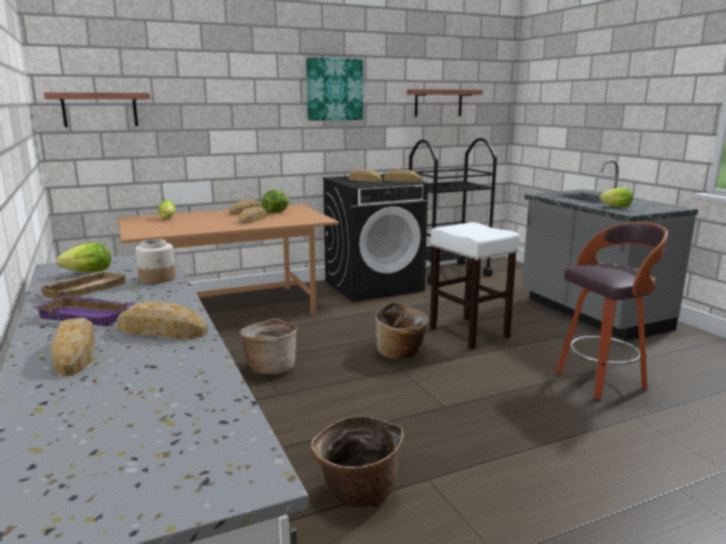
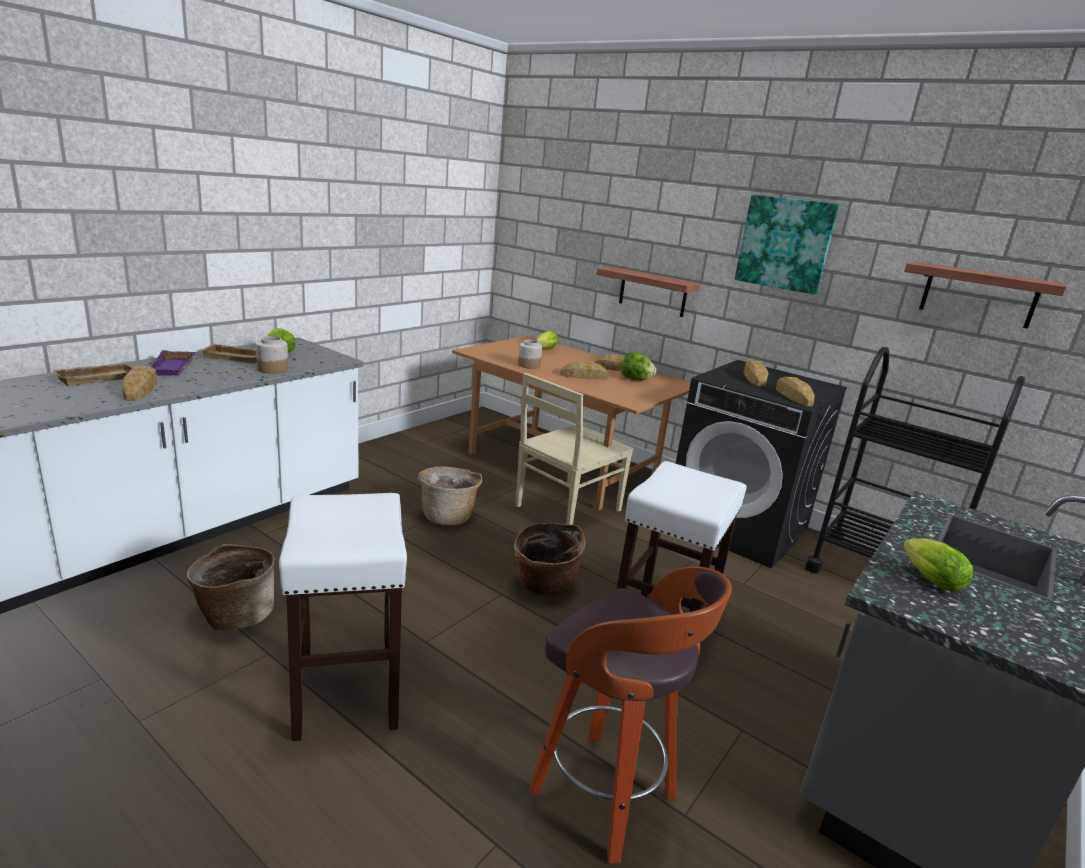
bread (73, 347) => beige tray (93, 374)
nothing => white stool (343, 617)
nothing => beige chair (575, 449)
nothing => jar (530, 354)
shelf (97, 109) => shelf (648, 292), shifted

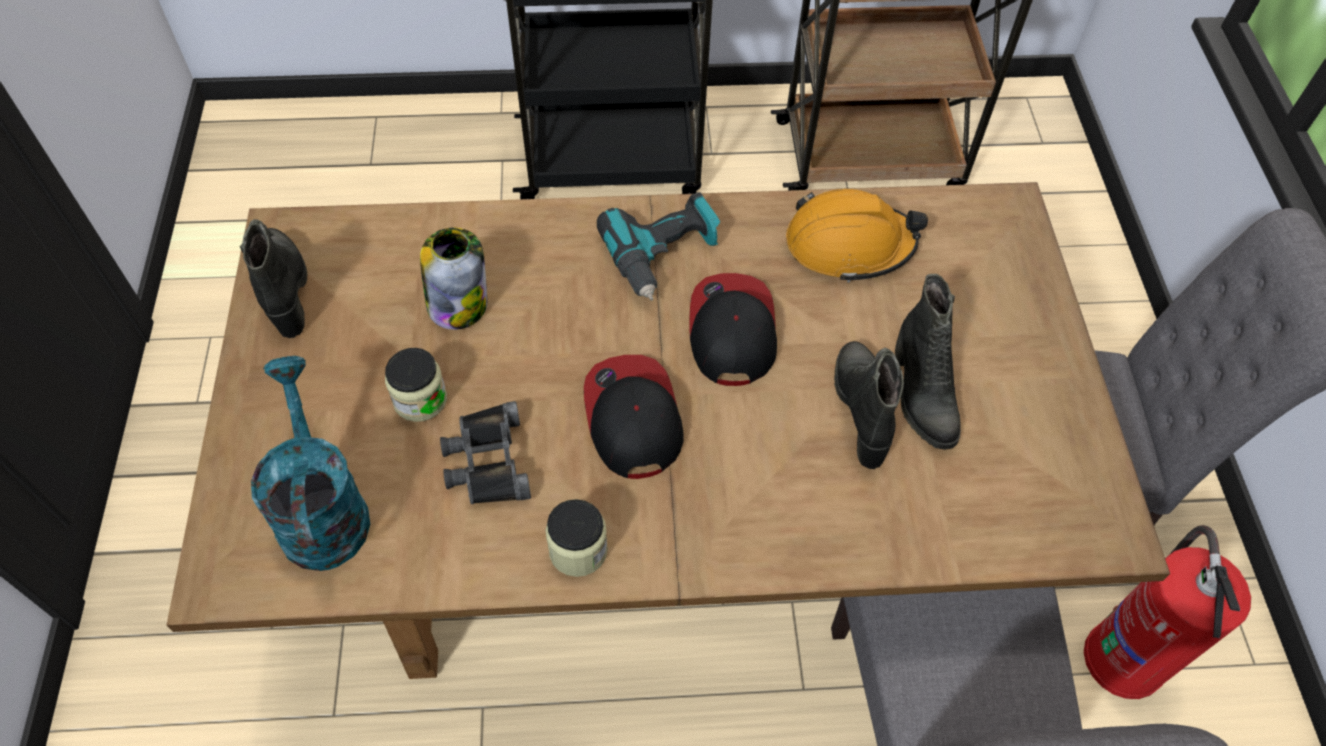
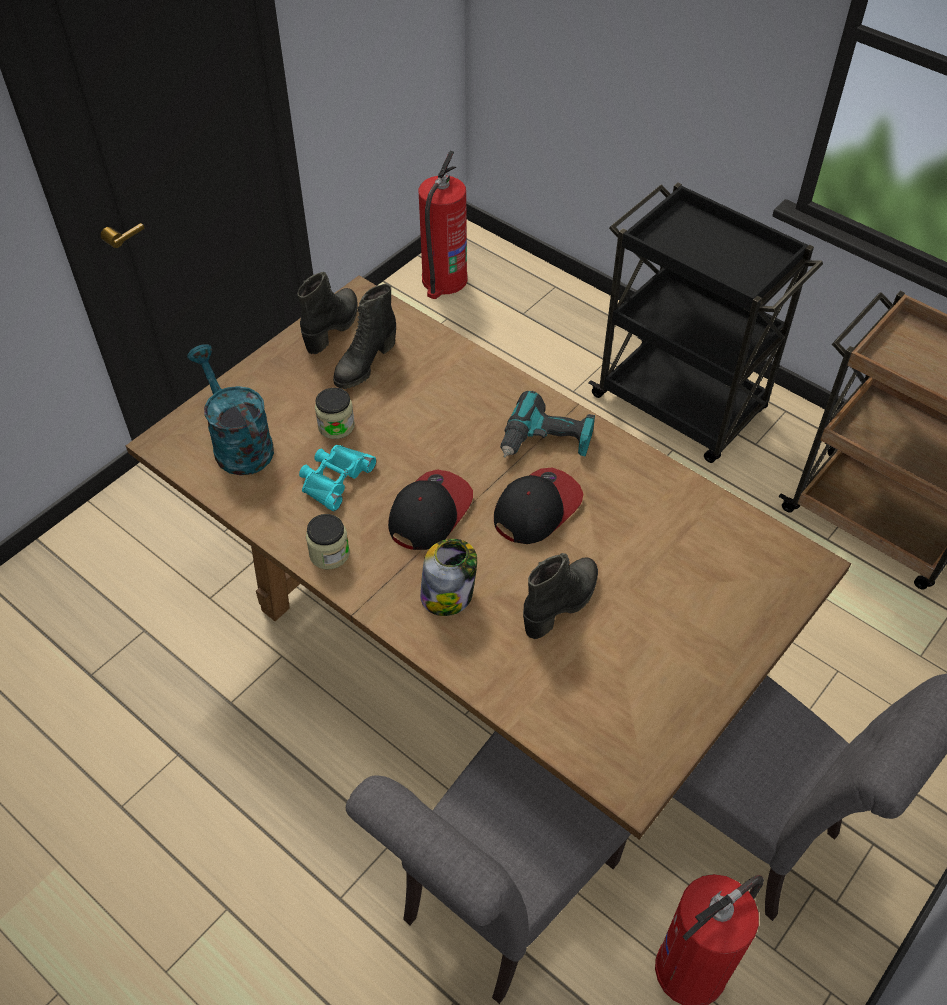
turquoise watering can (310, 463) => turquoise watering can (230, 410), 60 degrees counterclockwise
black binoculars (485, 452) => turquoise binoculars (337, 478)
black boot (928, 362) => black boot (364, 336), shifted
nothing => fire extinguisher (443, 225)
jar (453, 279) => jar (448, 577), shifted
orange hard hat (857, 235) => nothing

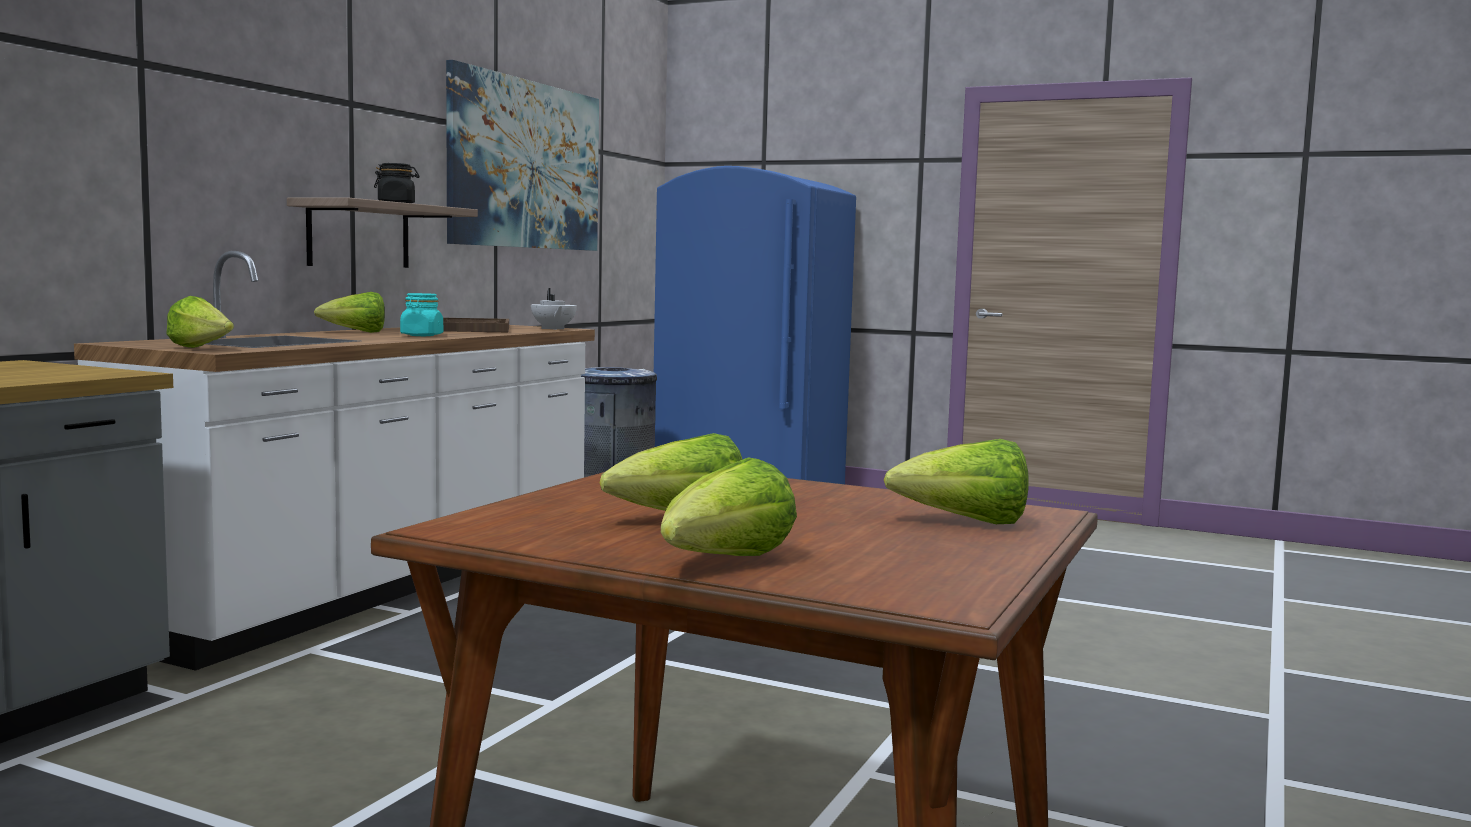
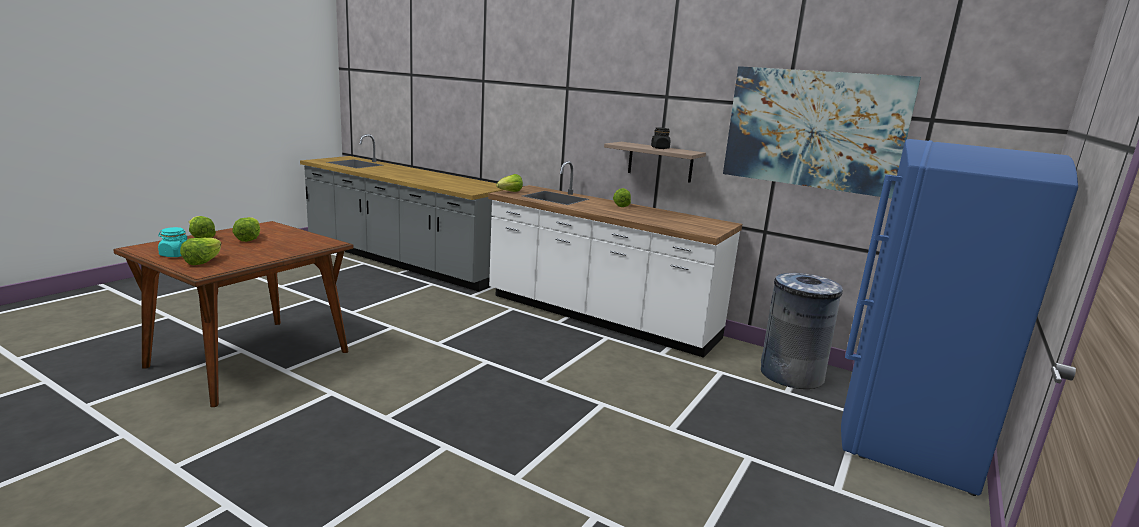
turquoise jar (421, 314) => turquoise jar (172, 242), shifted
brown tray (476, 325) => nothing
white teapot (554, 309) => nothing

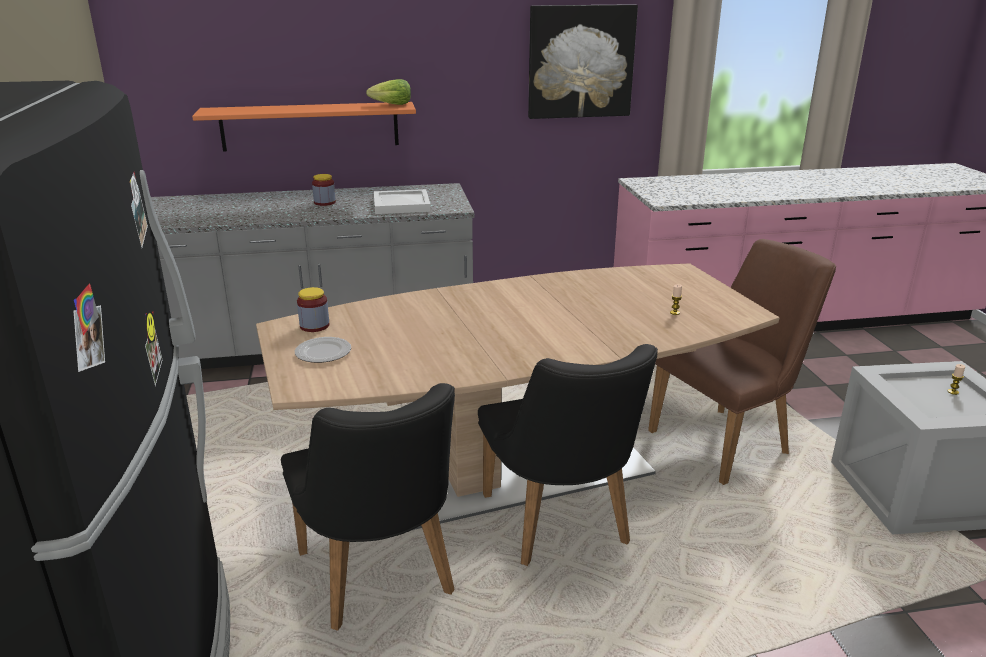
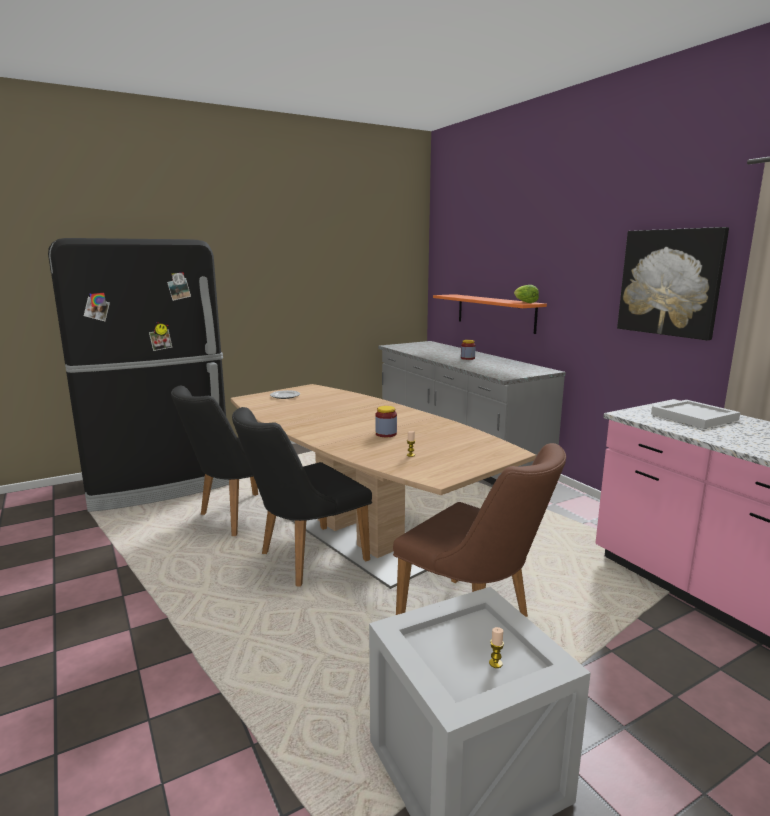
jar (313, 309) => jar (386, 421), shifted
white tray (402, 201) => white tray (695, 414), shifted

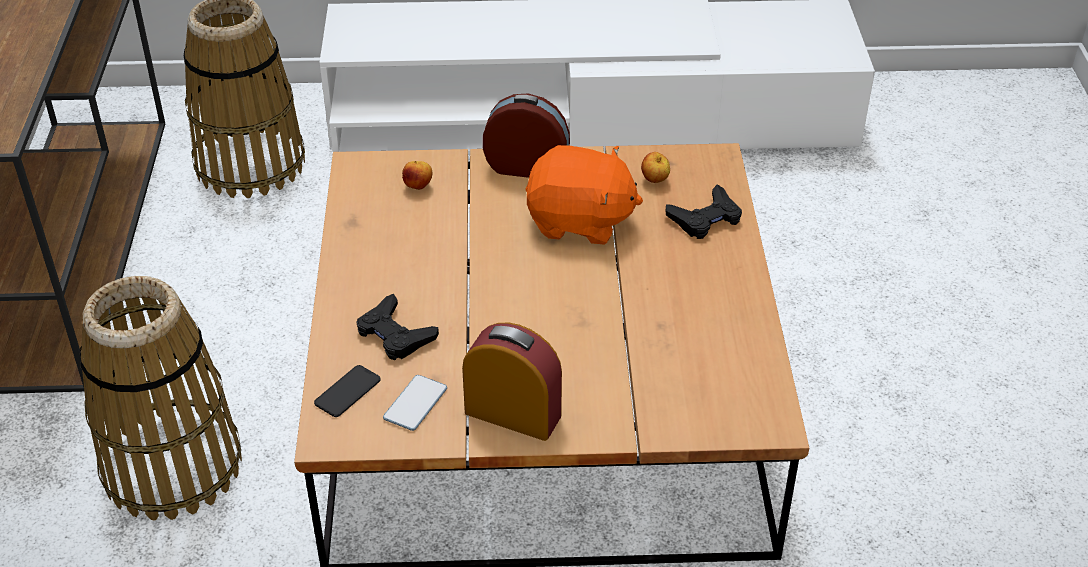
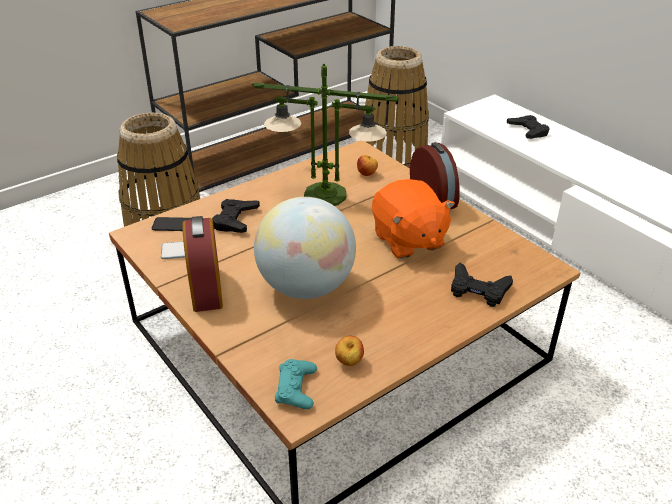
nothing => table lamp (325, 135)
nothing => globe (305, 248)
nothing => turquoise game controller (296, 384)
apple (655, 167) => apple (349, 351), shifted
nothing => black game controller (528, 127)

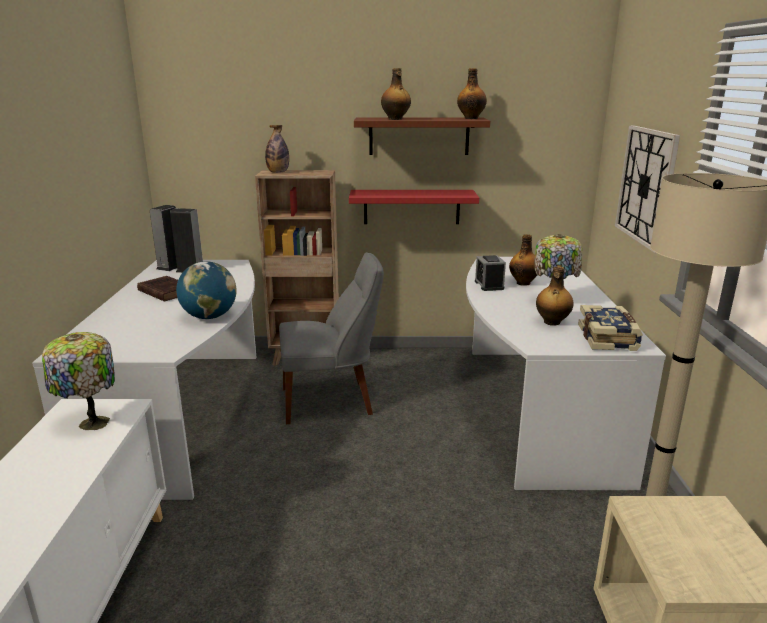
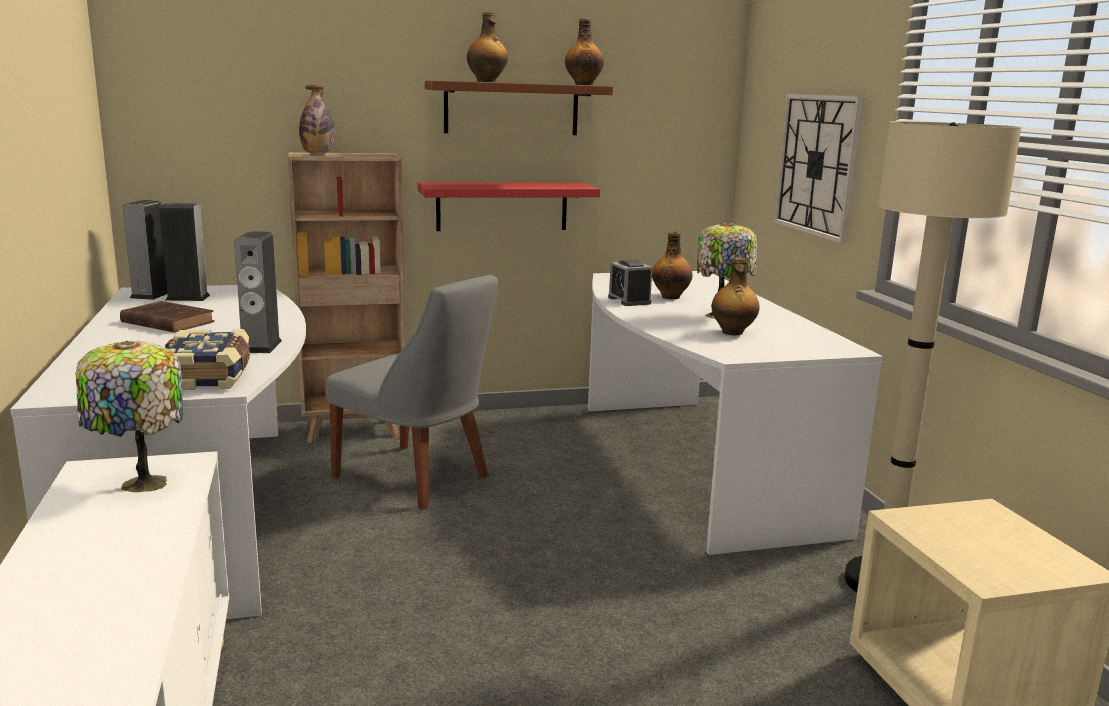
book (610, 328) => book (207, 359), shifted
globe (206, 290) => speaker (258, 292)
grey chair (331, 338) => grey chair (412, 392), 60 degrees clockwise

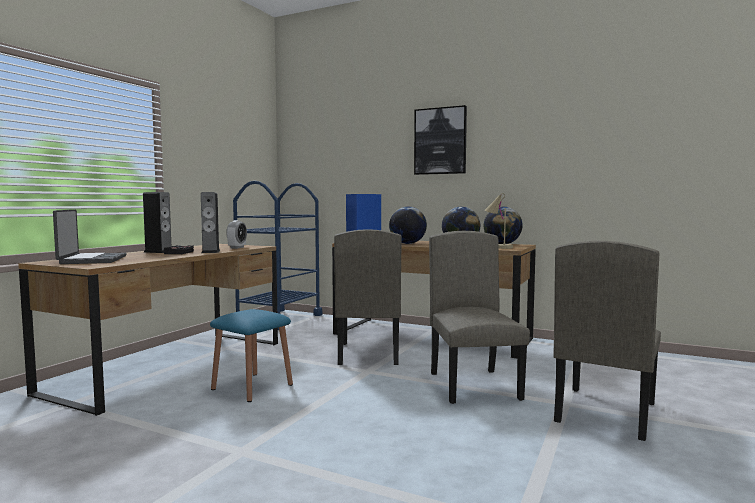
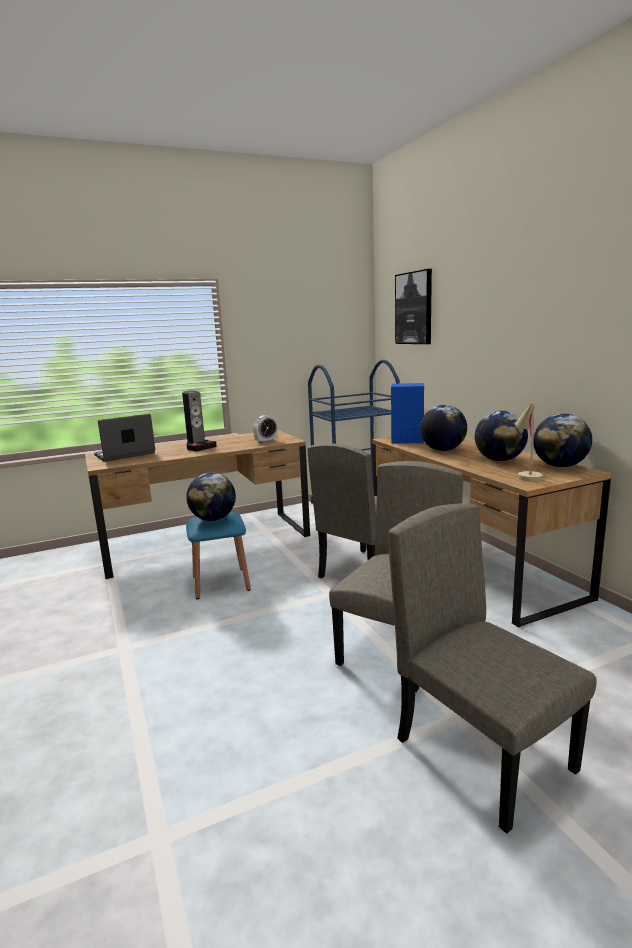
laptop (90, 237) => laptop (124, 438), 150 degrees counterclockwise
nothing => globe (211, 497)
beige chair (607, 341) => beige chair (492, 668), 75 degrees clockwise
picture (440, 140) => picture (413, 306), shifted
speaker (210, 222) => nothing

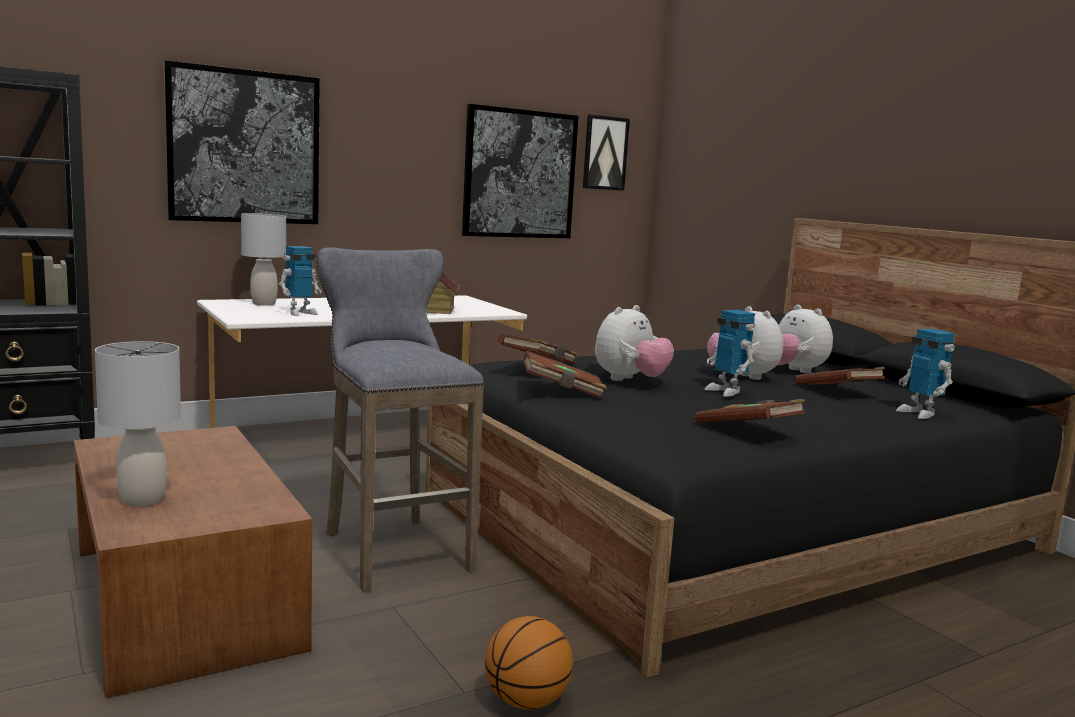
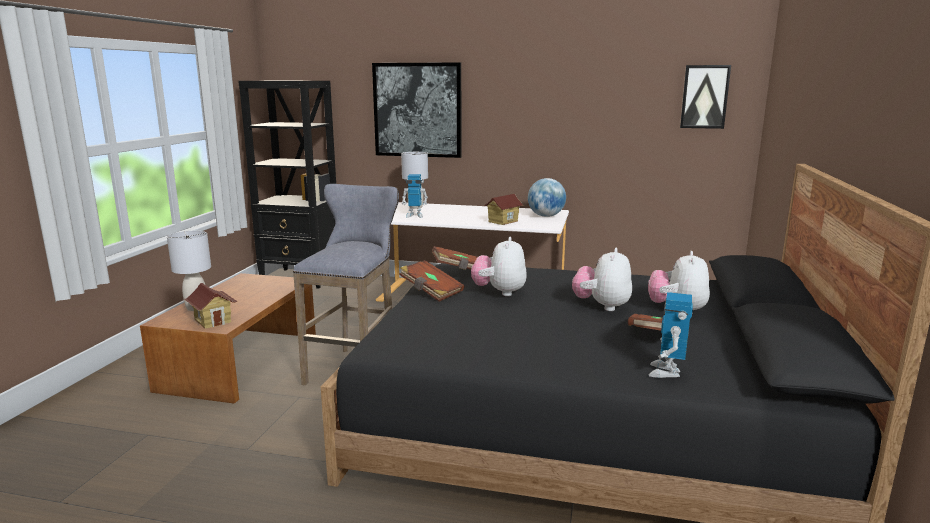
nothing => toy house (210, 306)
plush toy (634, 343) => plush toy (499, 266), 105 degrees clockwise
nothing => globe (547, 197)
picture (520, 171) => nothing
basketball (529, 663) => nothing
brown book (750, 411) => nothing
toy robot (729, 353) => nothing

